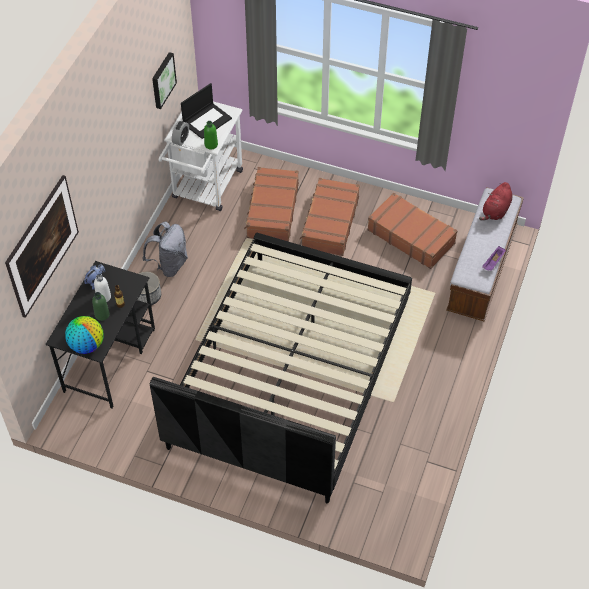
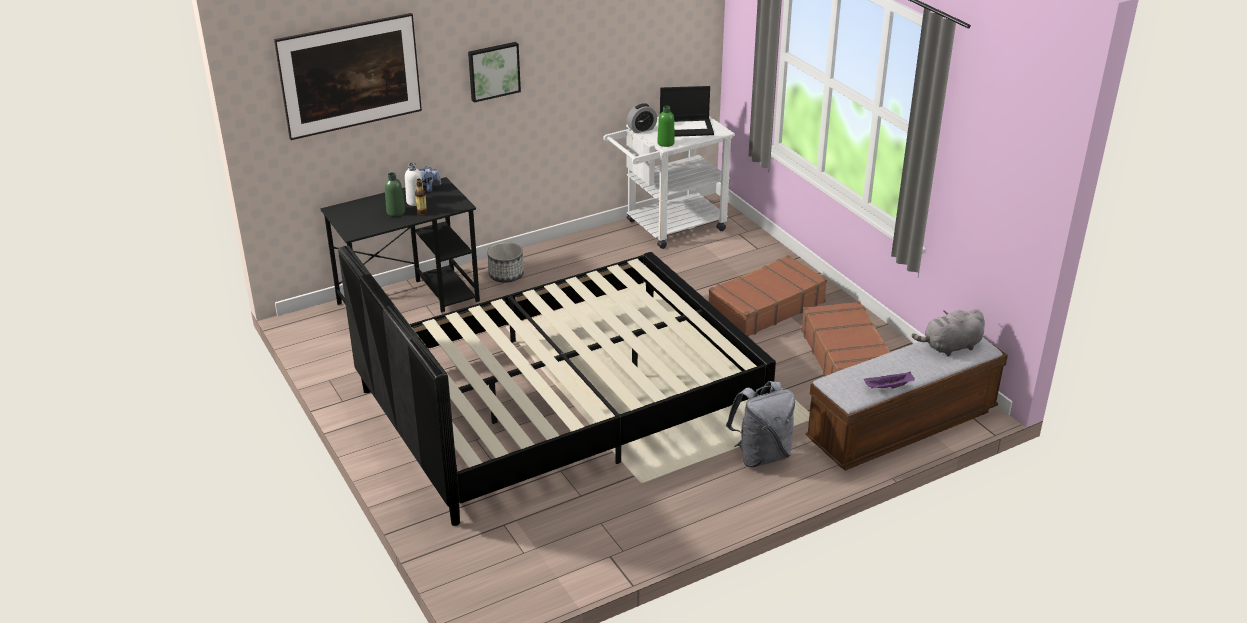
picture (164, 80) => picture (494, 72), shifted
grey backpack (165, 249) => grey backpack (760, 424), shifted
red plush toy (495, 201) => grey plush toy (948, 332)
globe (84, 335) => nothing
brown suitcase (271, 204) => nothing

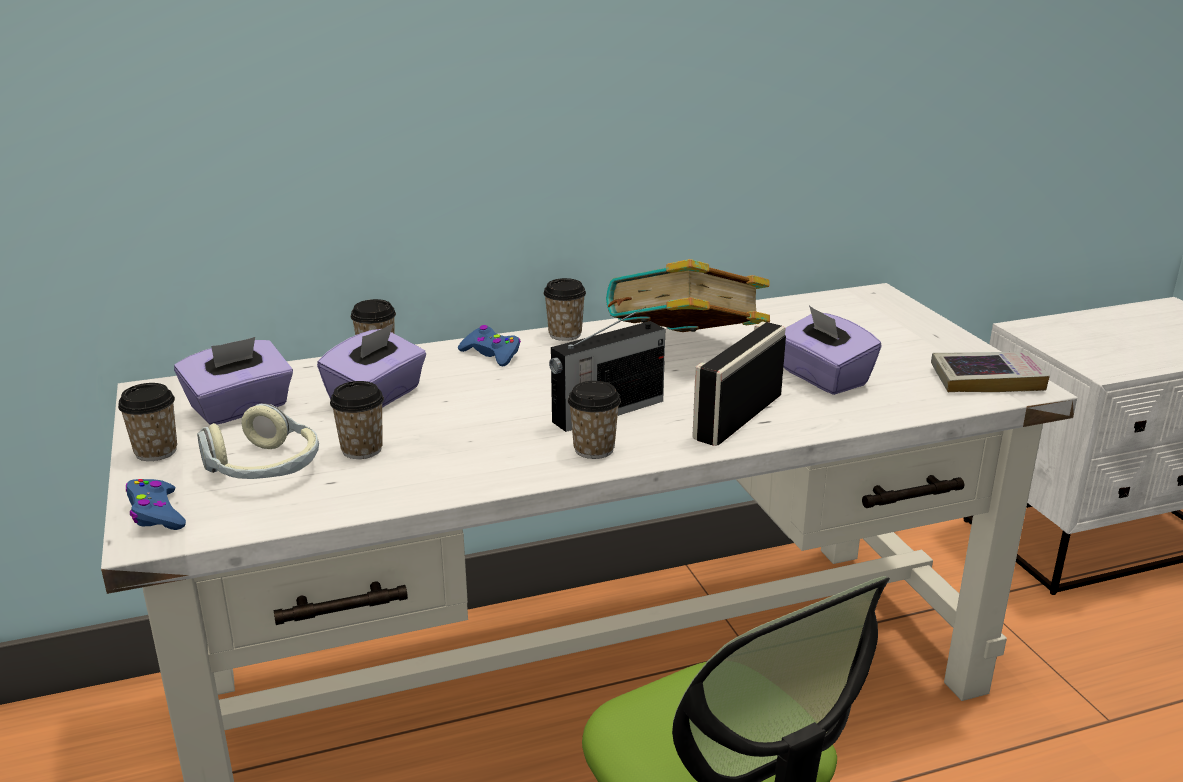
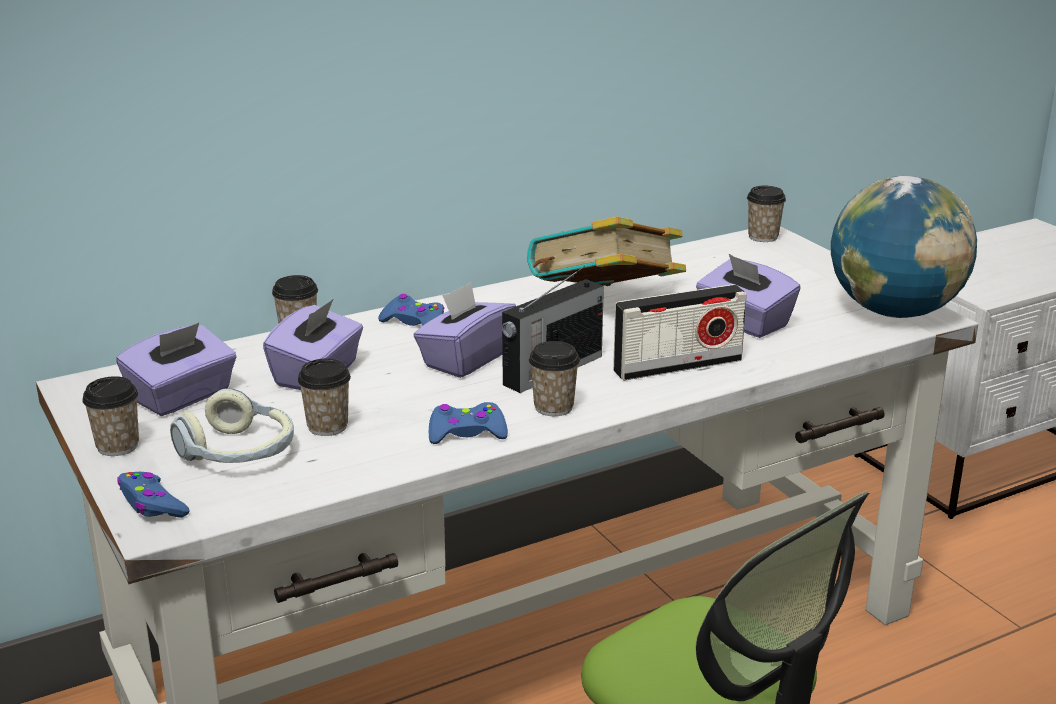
nothing => purple tissue box (465, 330)
nothing => blue game controller (468, 423)
radio (739, 384) => radio (680, 332), 135 degrees counterclockwise
cup (564, 309) => cup (766, 214), shifted
book (990, 372) => globe (904, 247)

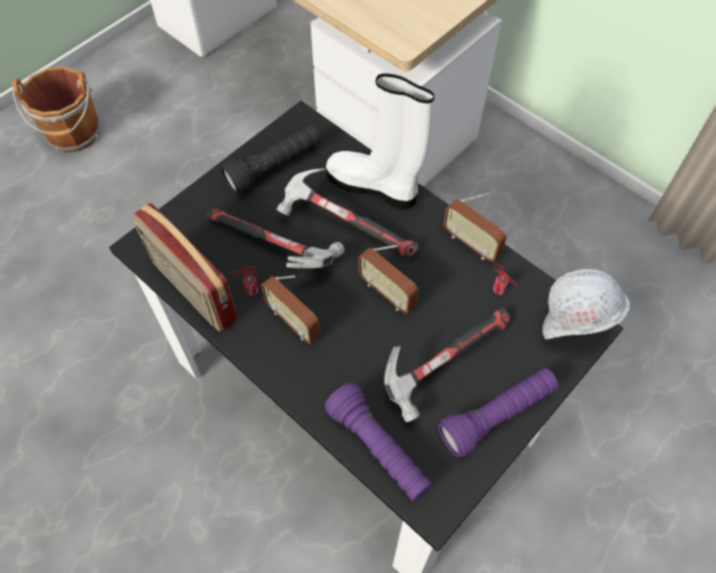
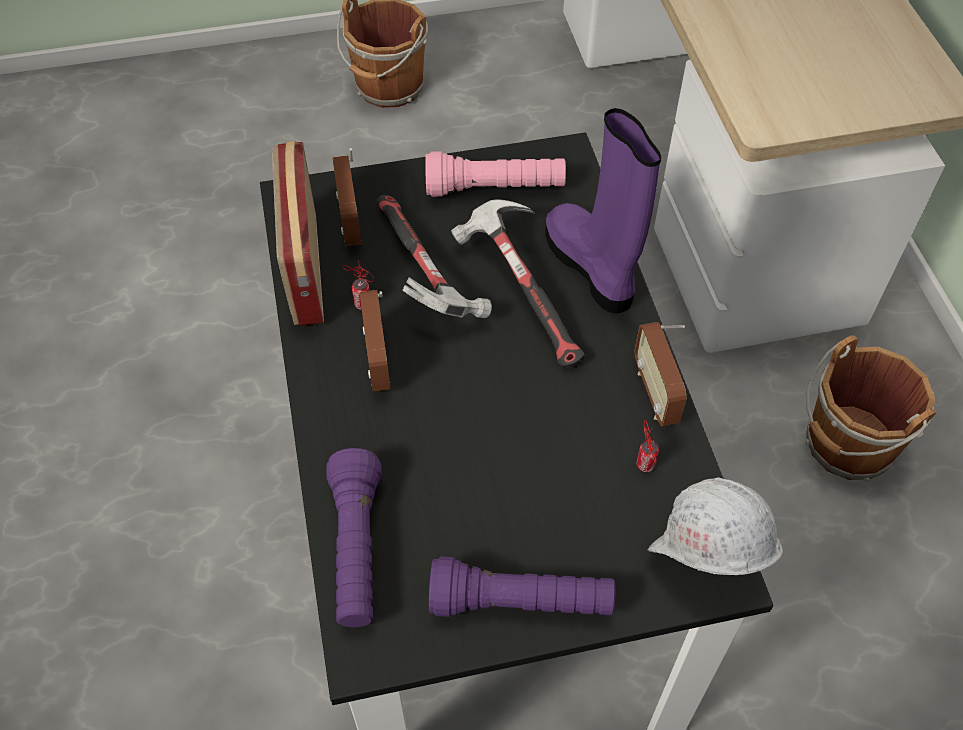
radio (388, 279) => radio (346, 197), shifted
black flashlight (271, 160) => pink flashlight (495, 174)
white boot (380, 141) => purple boot (603, 210)
nothing => brown bucket (870, 408)
hammer (447, 365) => nothing

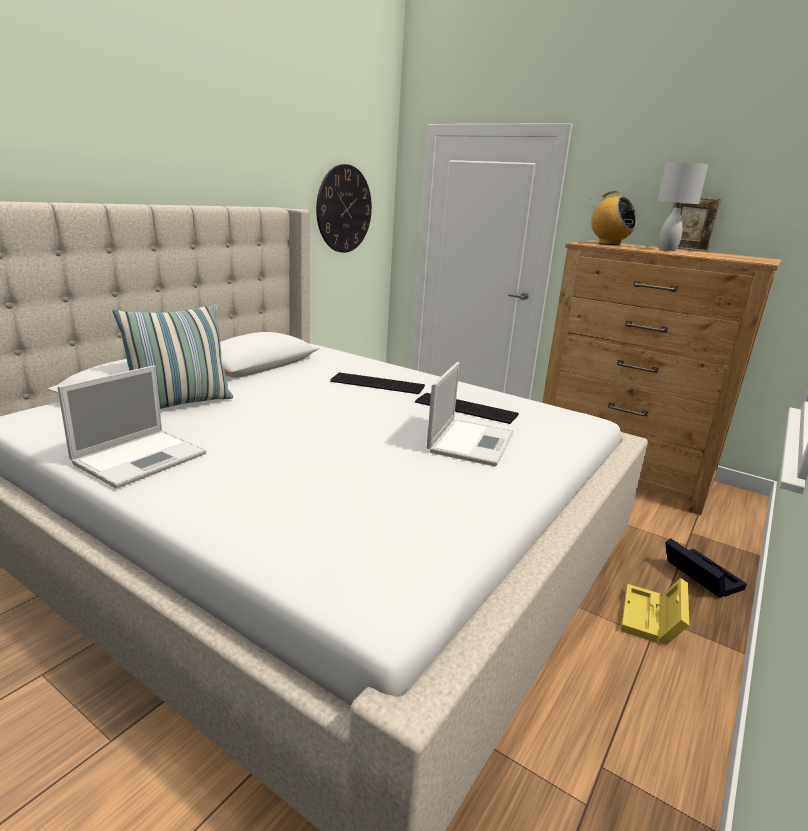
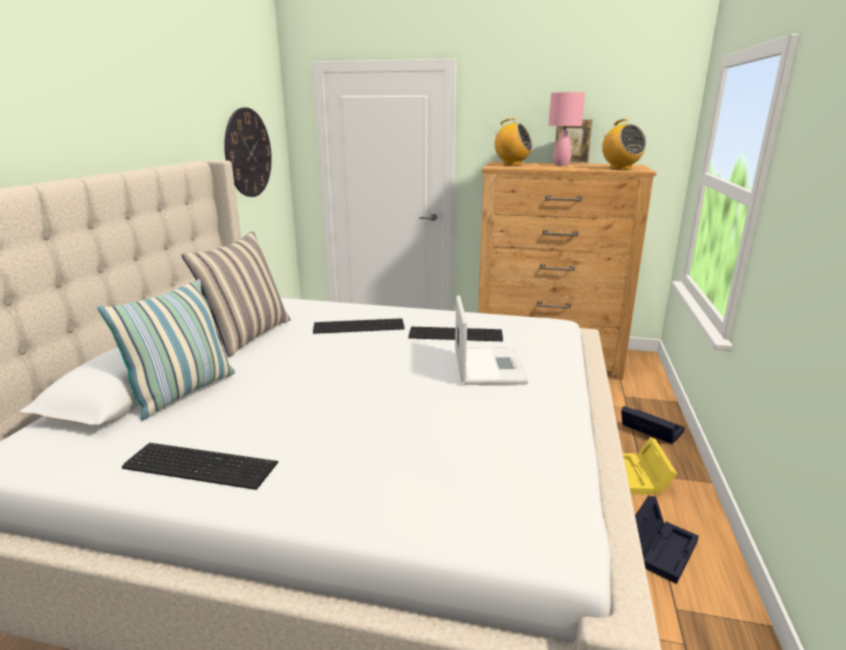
laptop (131, 427) => keyboard (200, 466)
nothing => pillow (235, 294)
white table lamp (683, 206) => pink table lamp (566, 128)
nothing => radio (624, 144)
nothing => black storage box (667, 540)

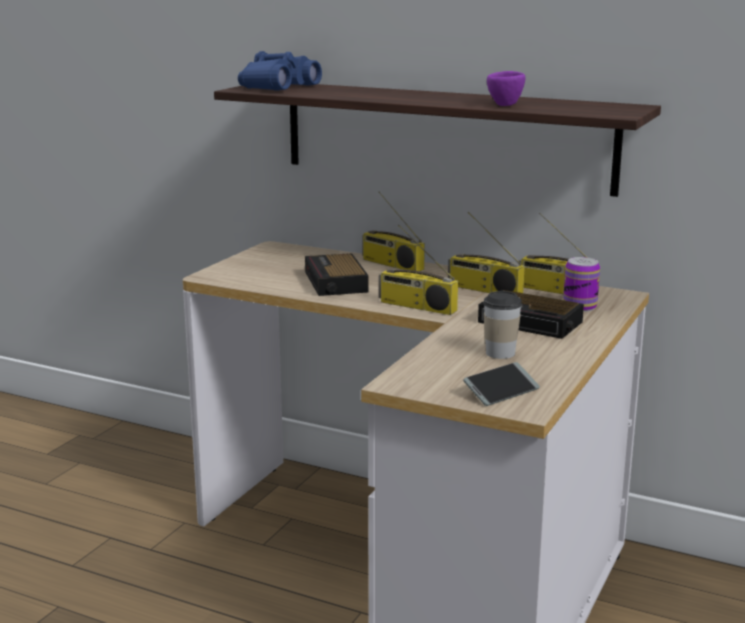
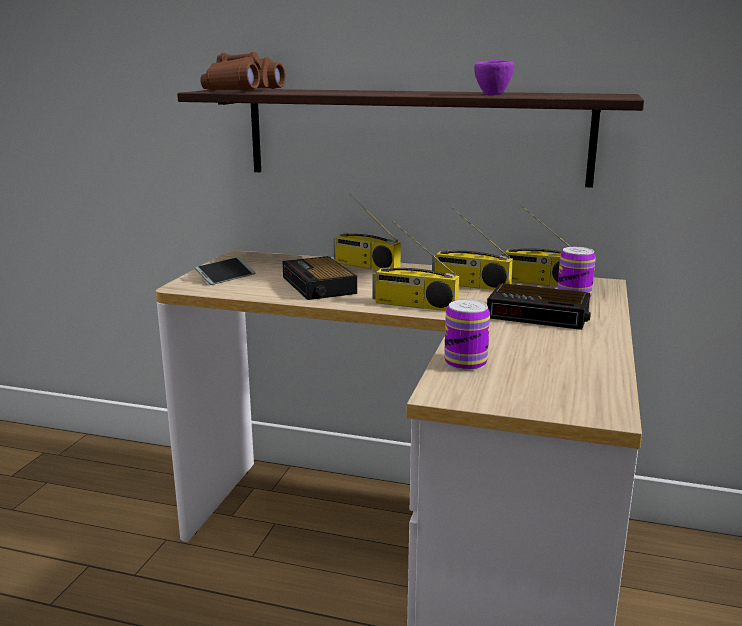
phone (501, 384) => phone (225, 271), shifted
blue binoculars (280, 70) => brown binoculars (243, 71)
nothing => can (467, 335)
cup (502, 325) => nothing

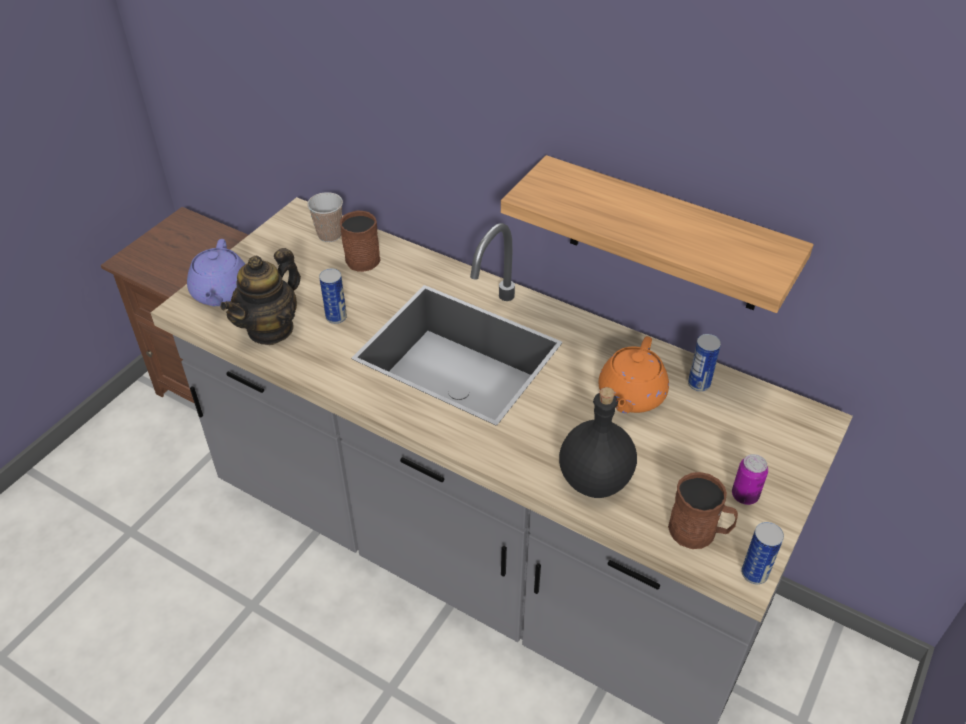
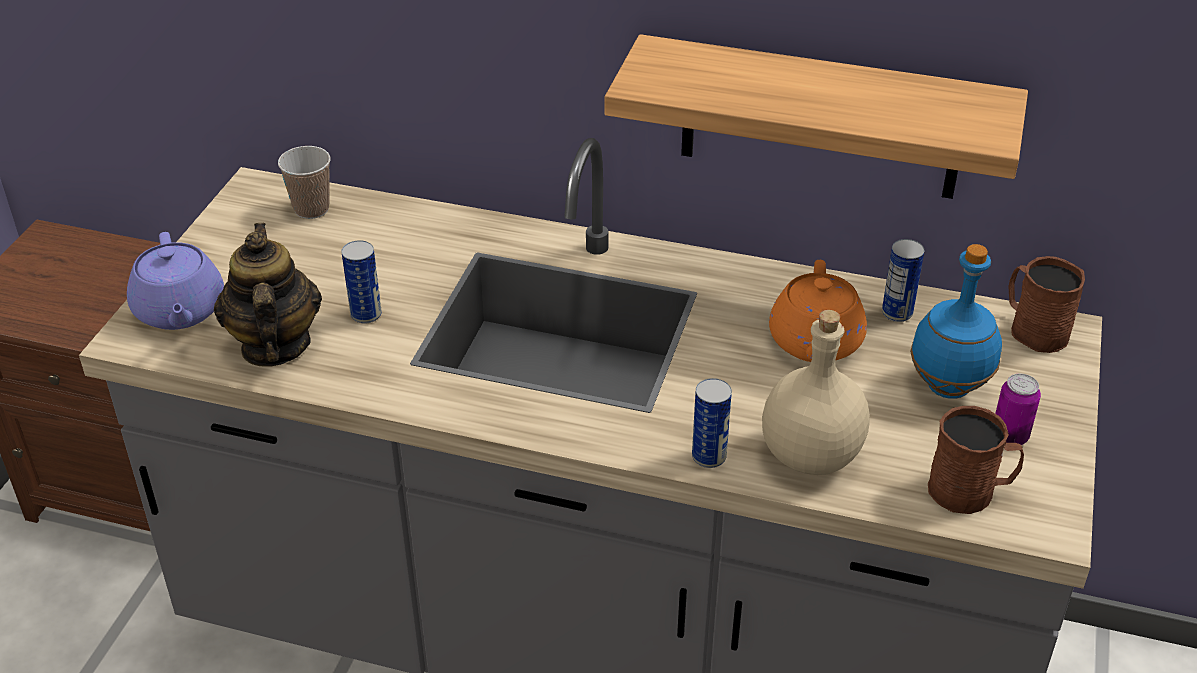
teapot (260, 296) => teapot (268, 295), 150 degrees clockwise
can (762, 553) => can (712, 423), shifted
black bottle (598, 442) => beige bottle (816, 392)
nothing => blue bottle (956, 321)
brown mug (360, 241) => brown mug (1046, 304), shifted

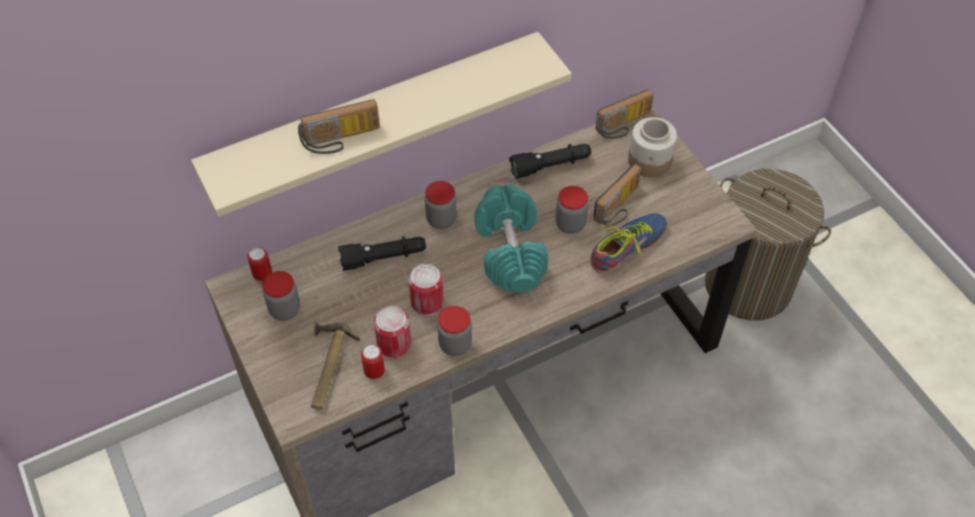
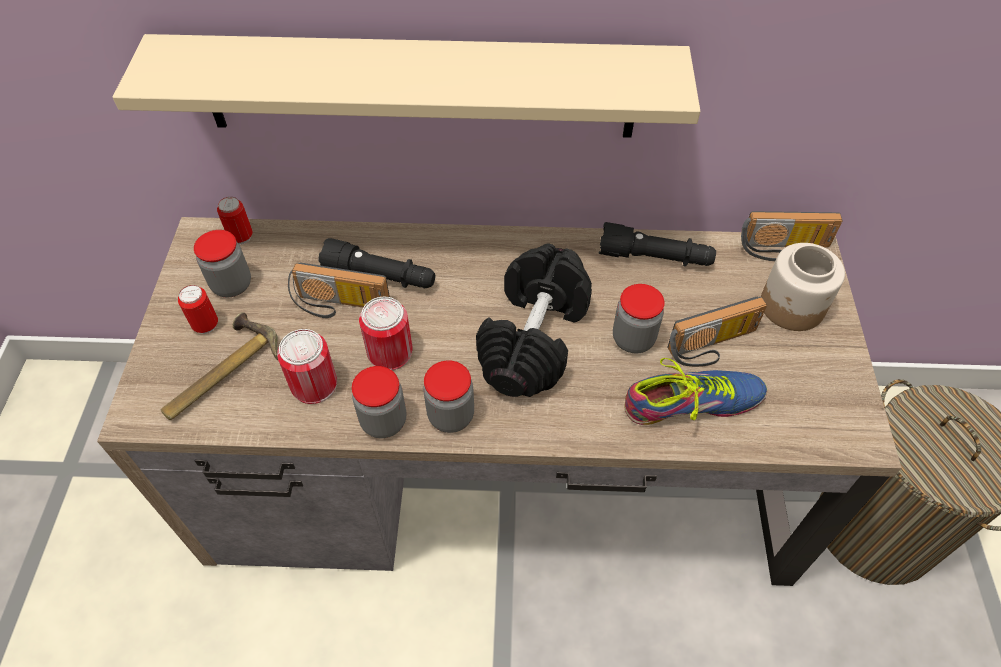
can (373, 362) => can (198, 309), shifted
radio (339, 126) => radio (339, 290), shifted
jar (441, 205) => jar (448, 397), shifted
turquoise dumbbell (511, 238) => black dumbbell (534, 320)

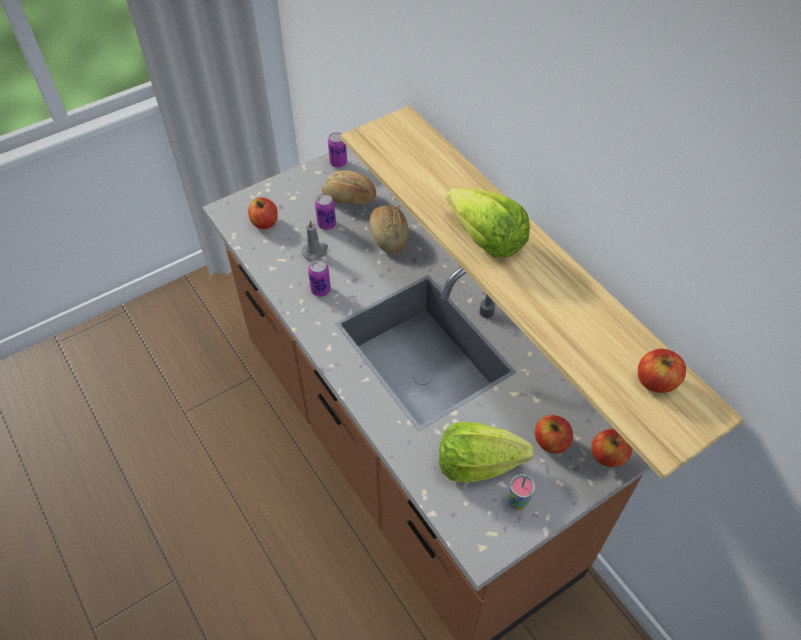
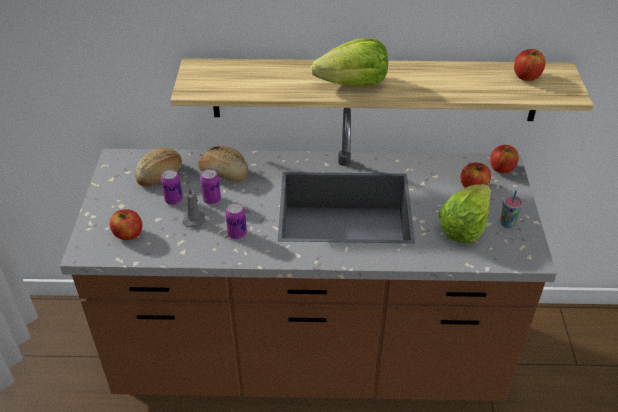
can (337, 150) => can (210, 186), shifted

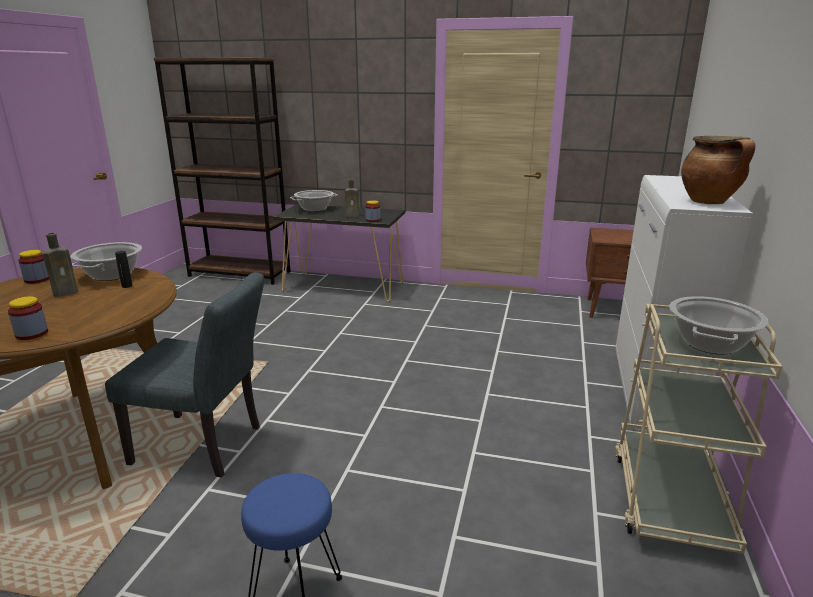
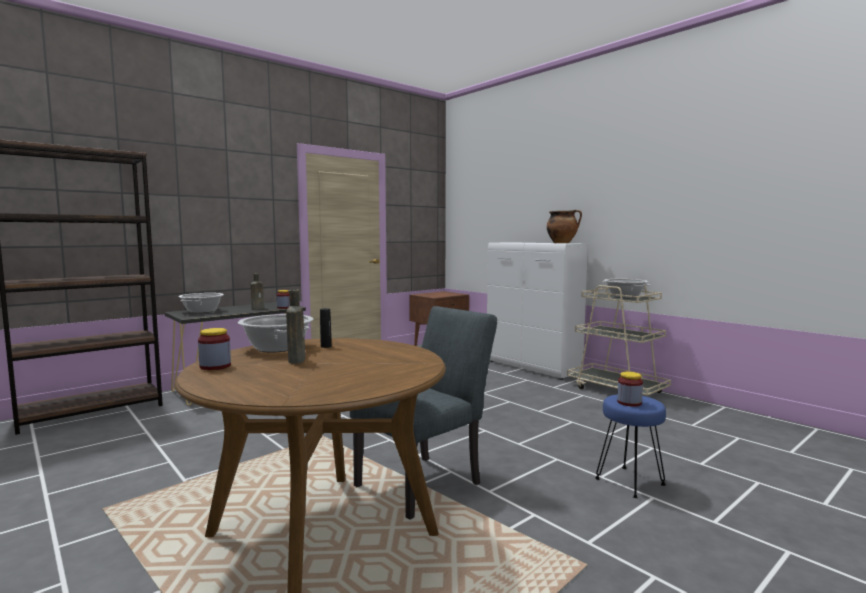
jar (28, 318) => jar (630, 389), shifted

